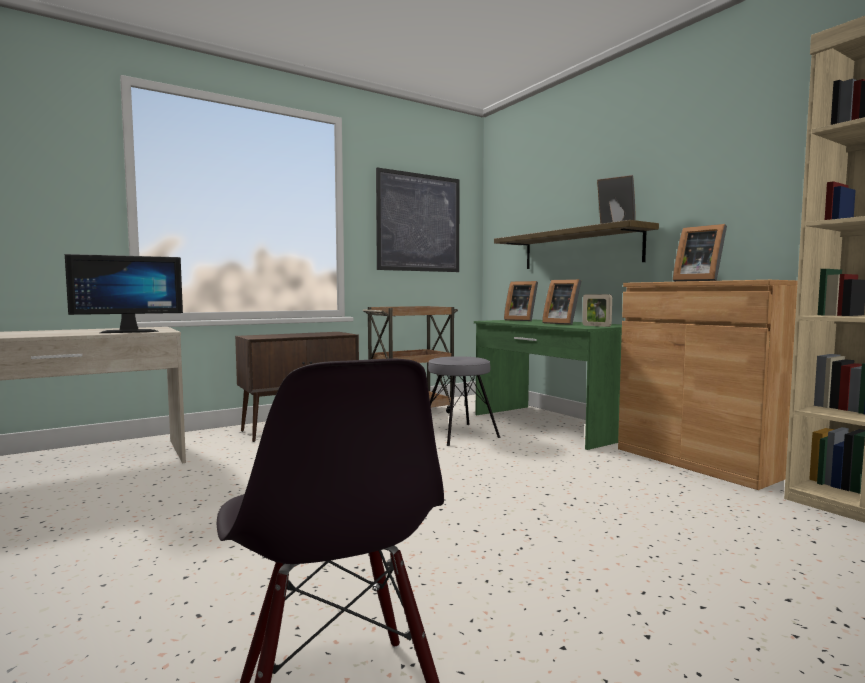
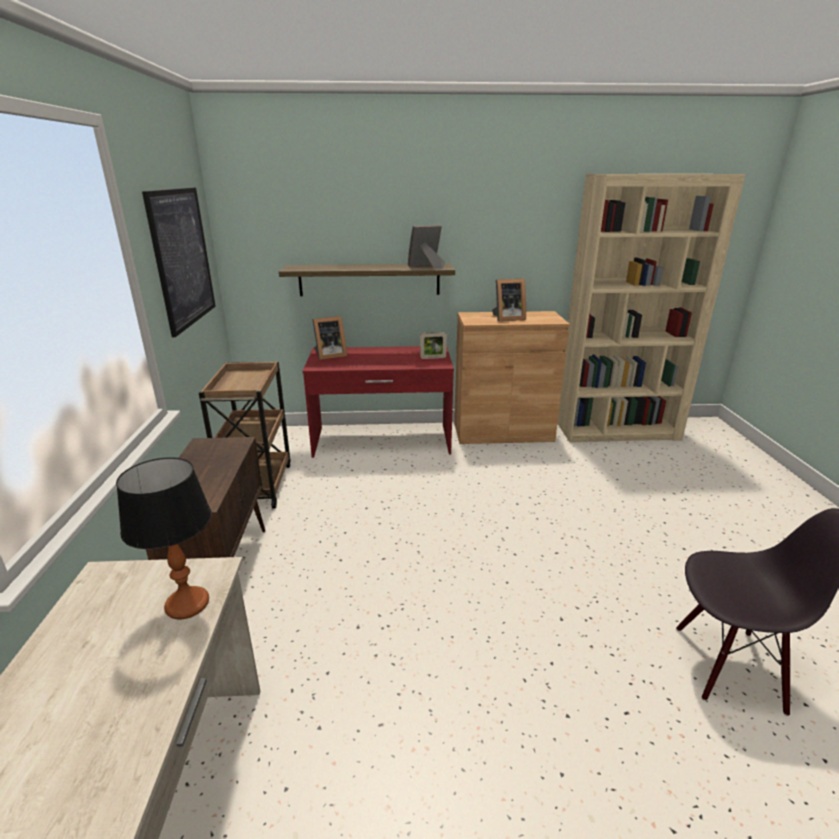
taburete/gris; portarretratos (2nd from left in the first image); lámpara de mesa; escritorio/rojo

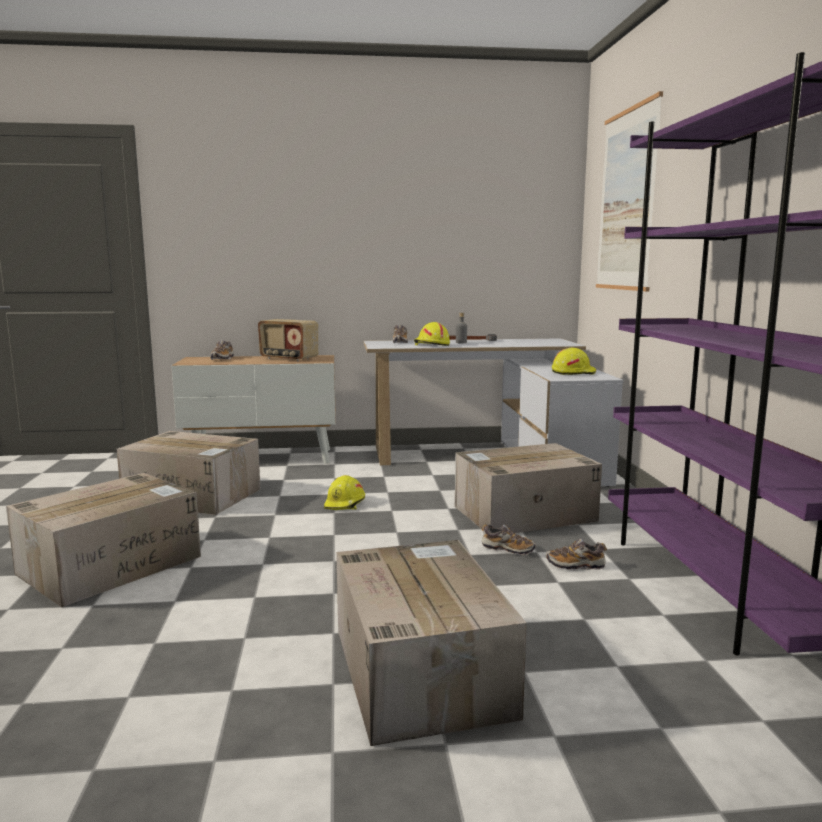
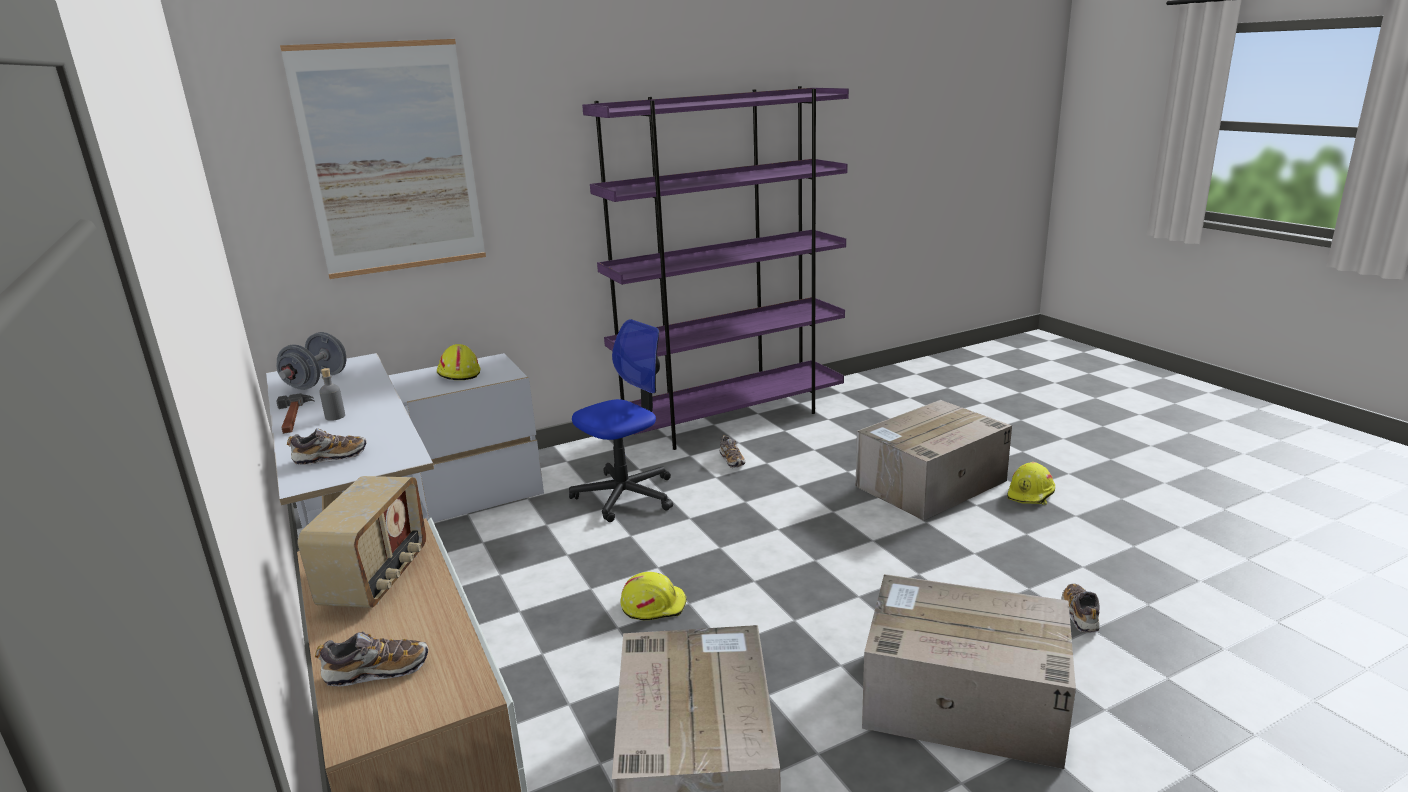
mancuerna/gris; casco/amarillo (3rd from left); zapato (4th from left); silla de oficina

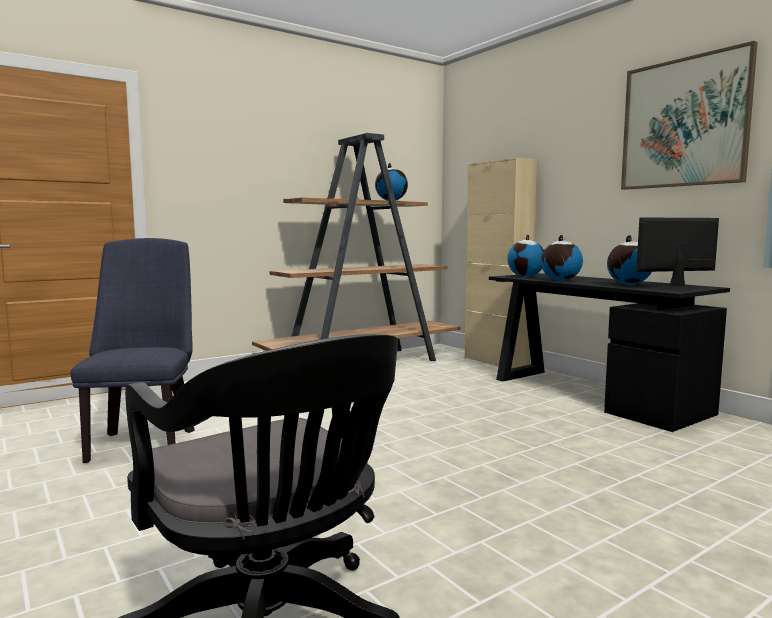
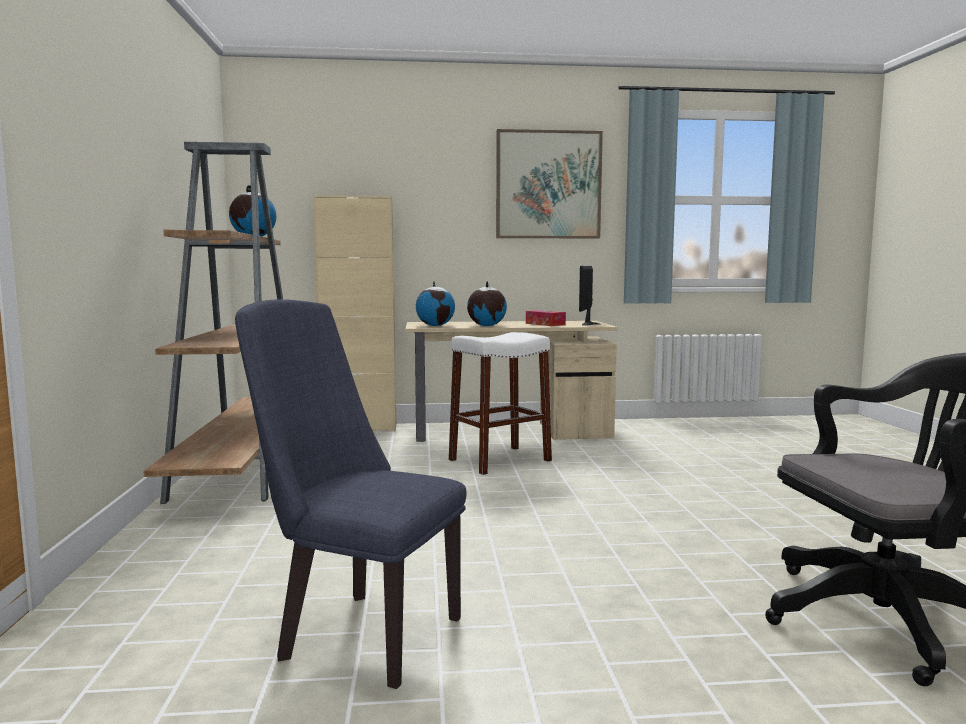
taburete/blanco; caja de pañuelos; escritorio/beis

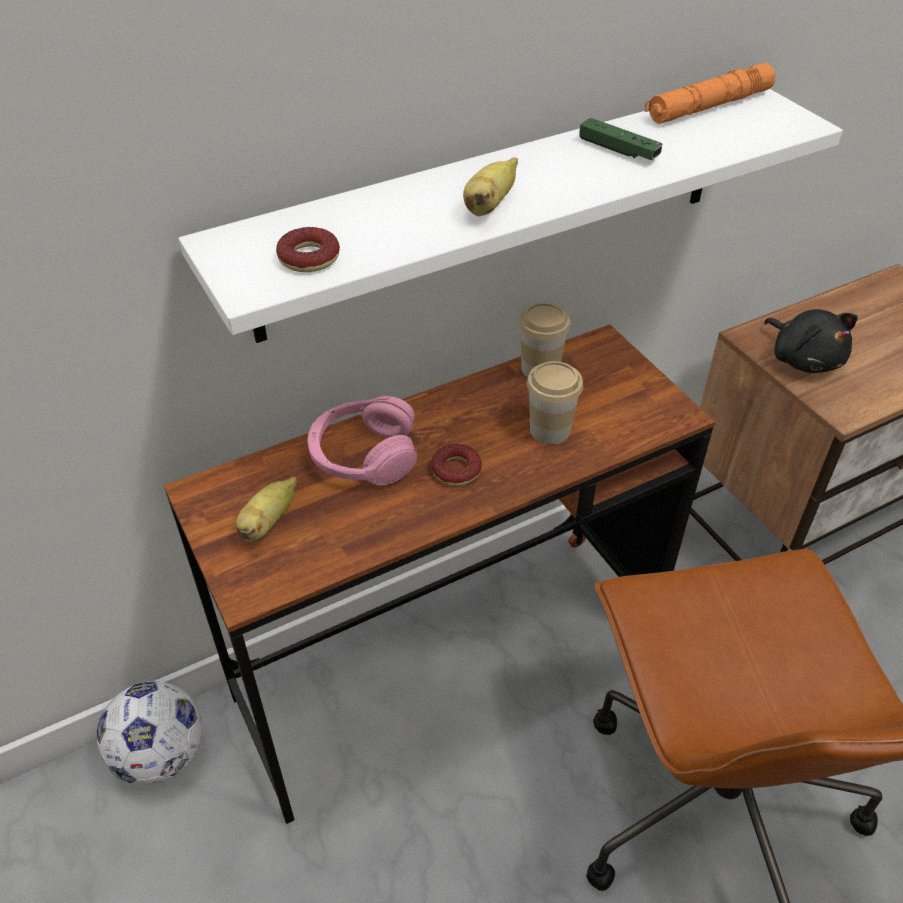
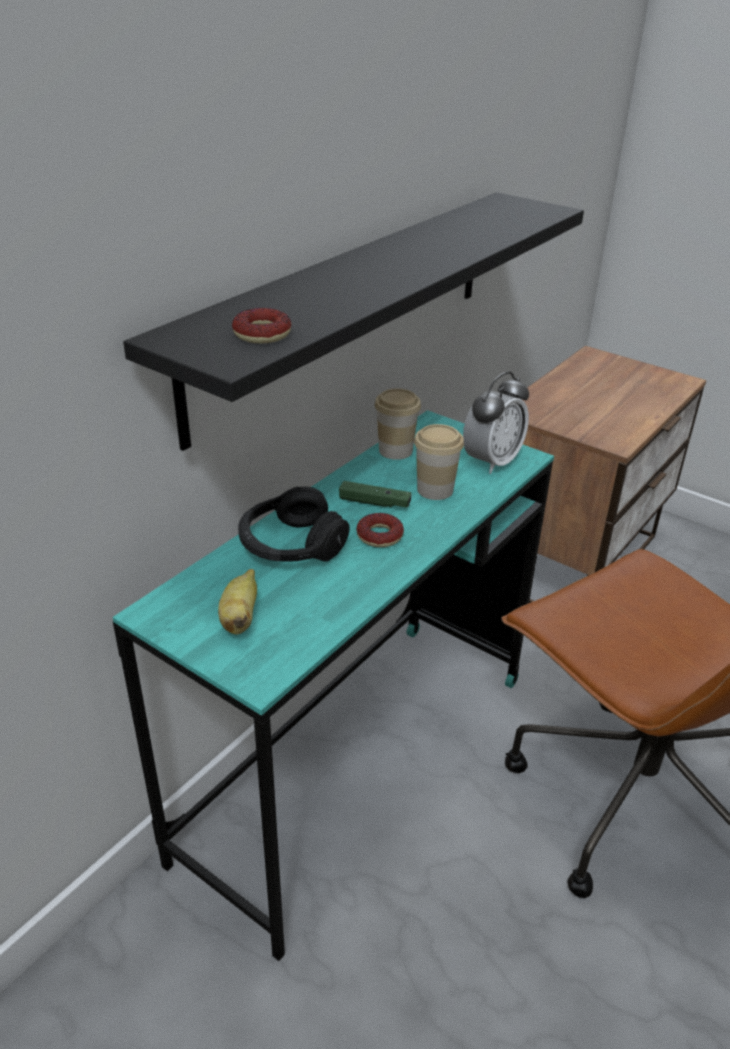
balón de fútbol; plátano (2nd from left in the first image); linterna/naranja; peluche/negro; despertador; mando de consola/verde; escritorio/turquesa; estante/negro; auriculares/negro

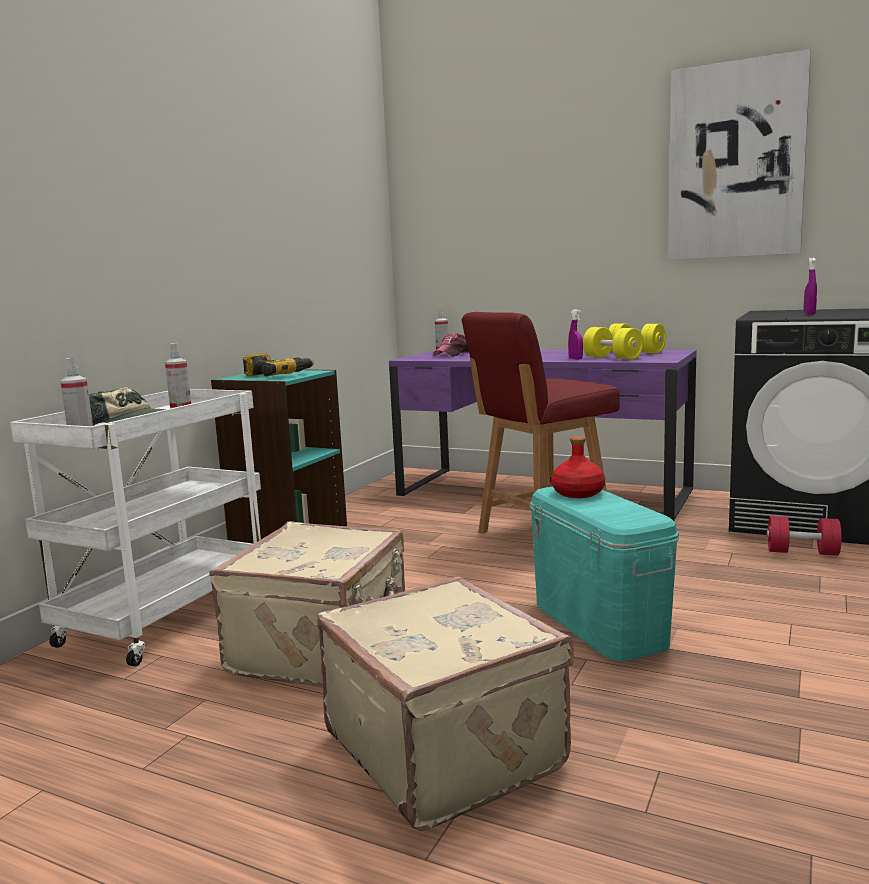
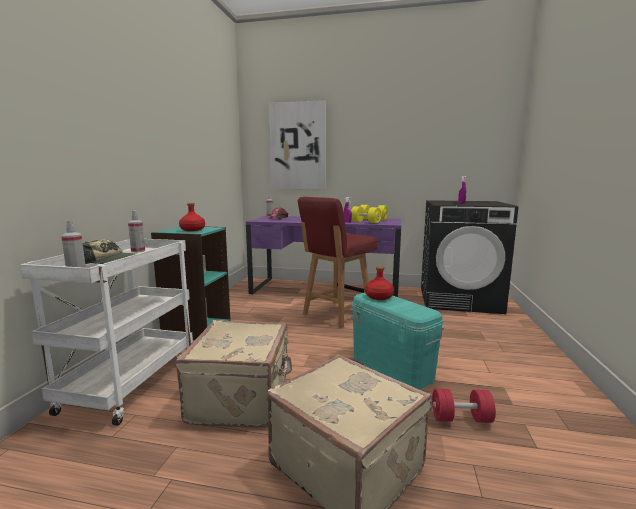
cuadro; mancuerna/rojo; botella/rojo (1st from left)

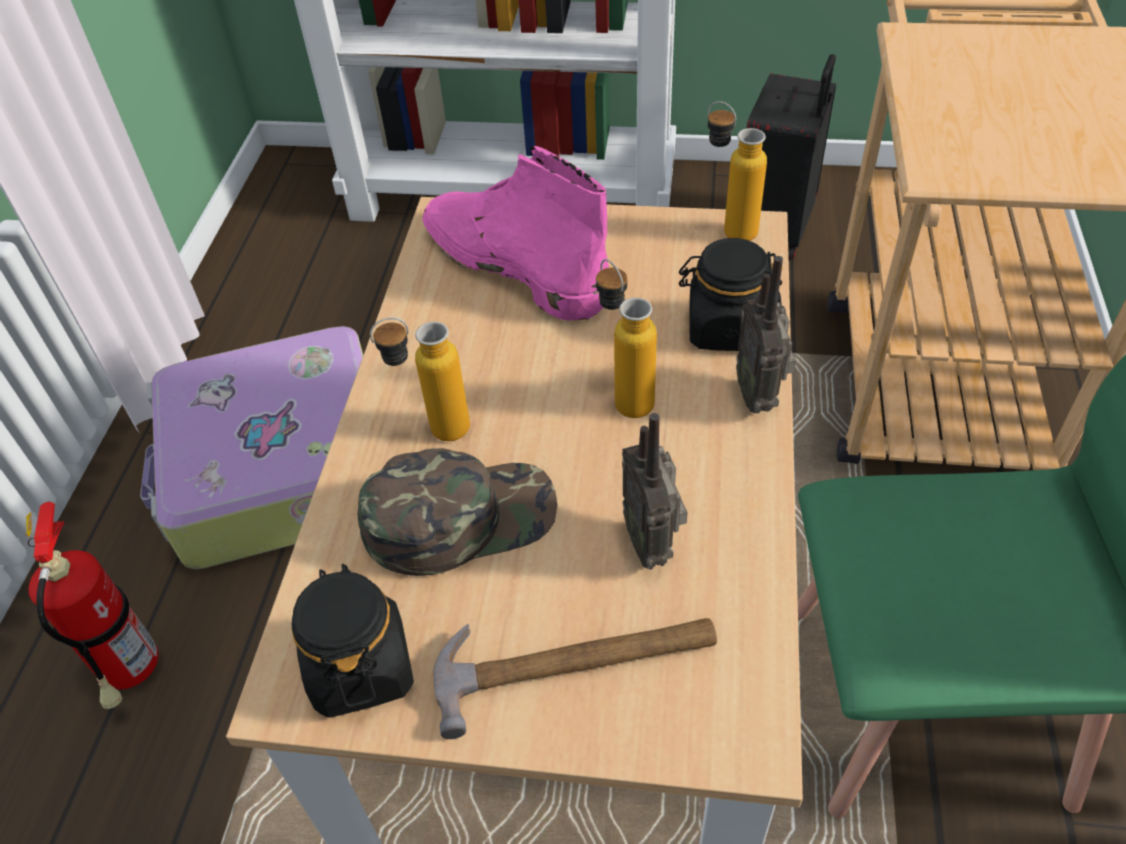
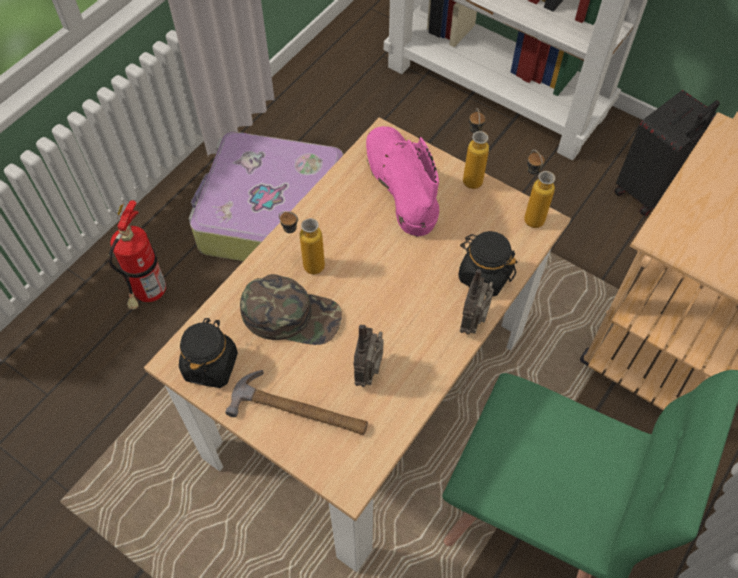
botella (2nd from left)

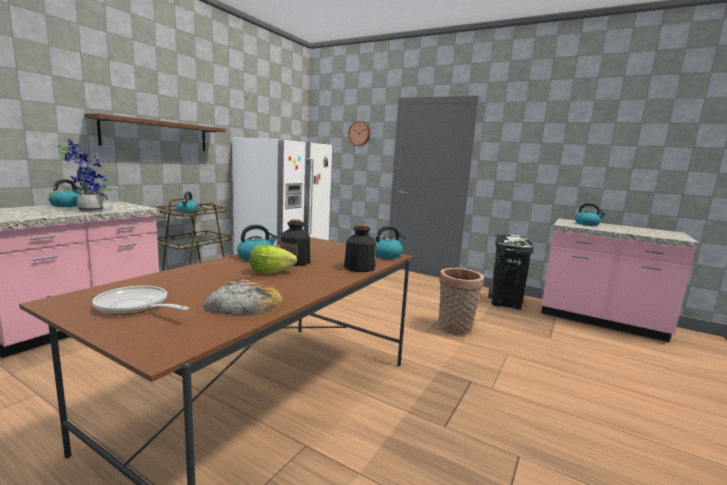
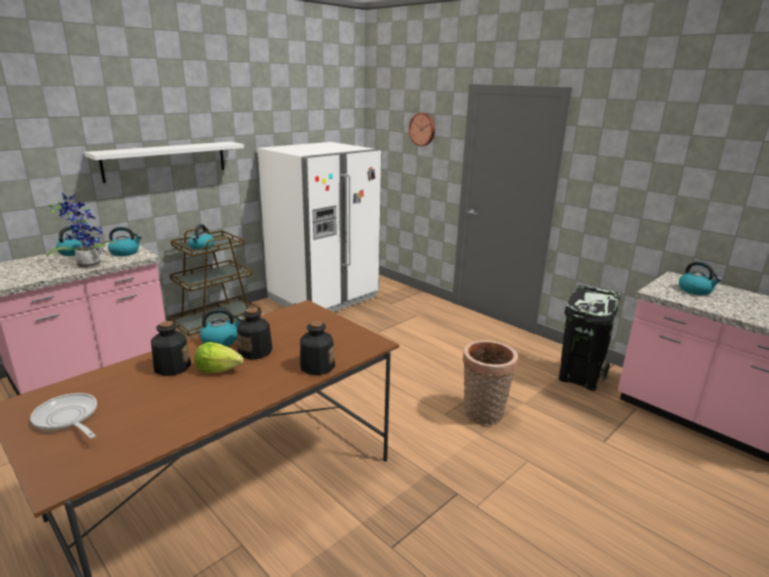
pan; botella (1st from left); hervidor (2nd from left); estante/blanco

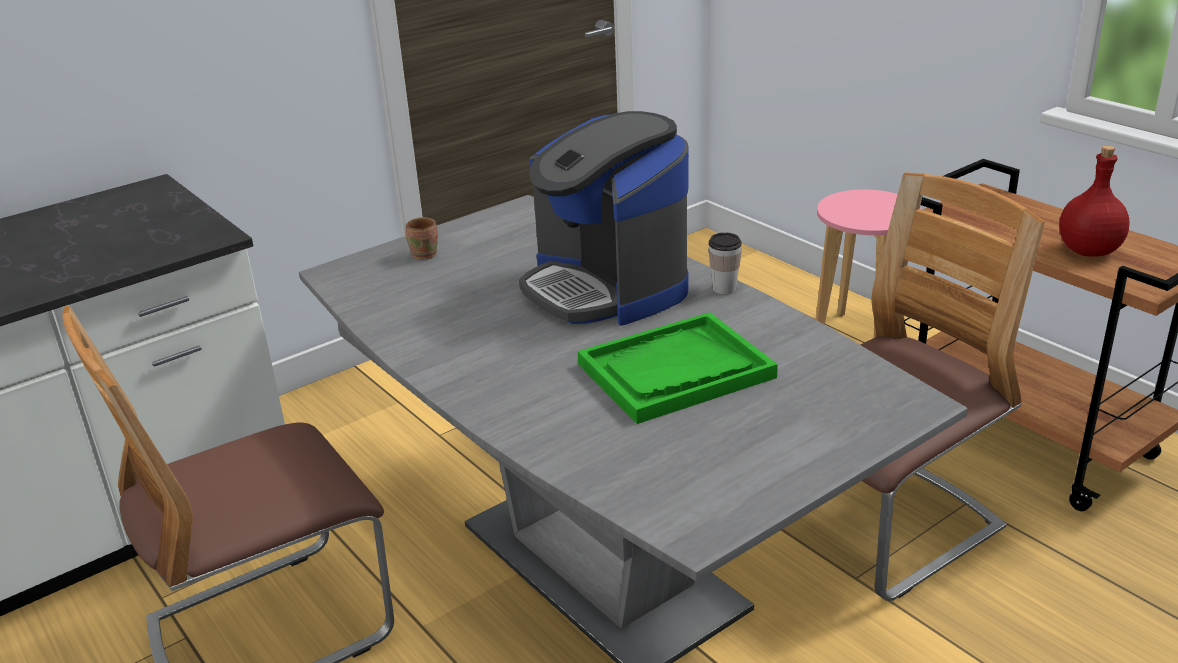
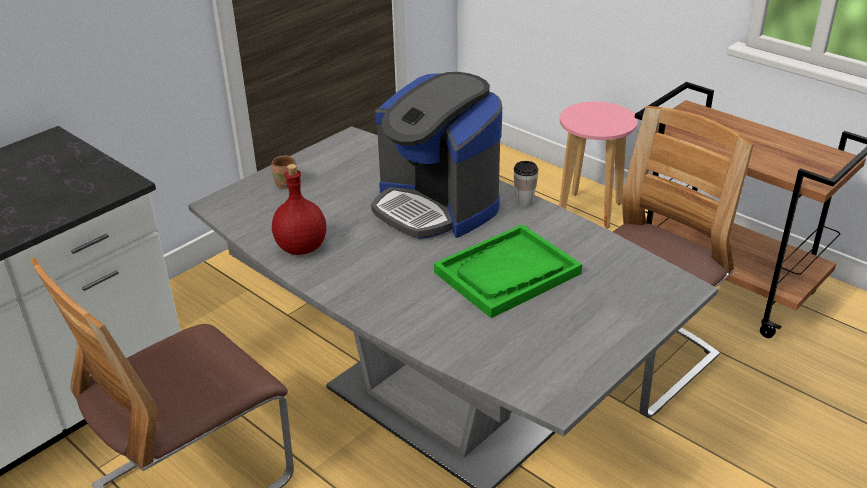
botella/rojo

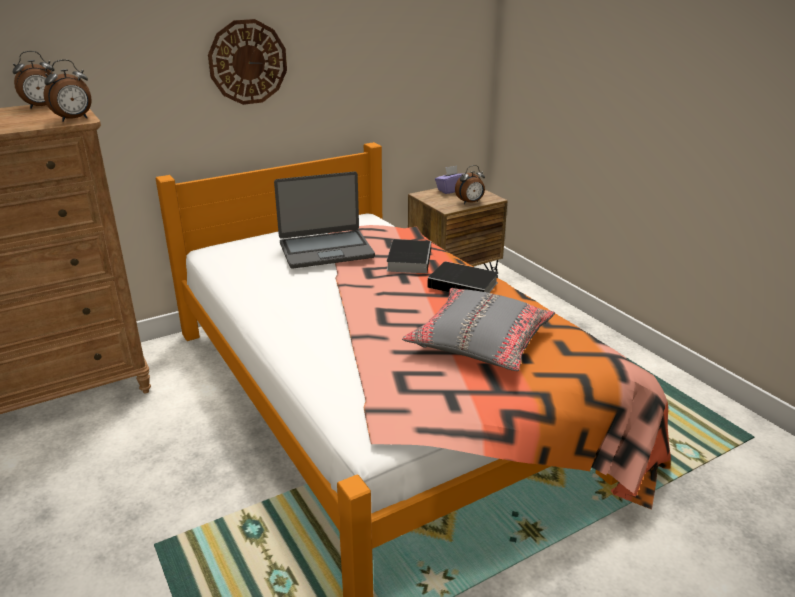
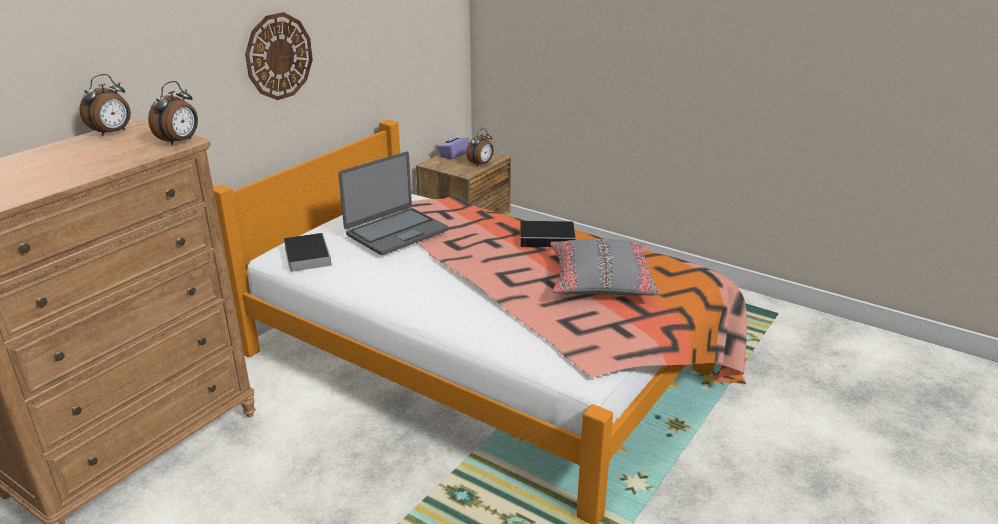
libro (1st from left)

